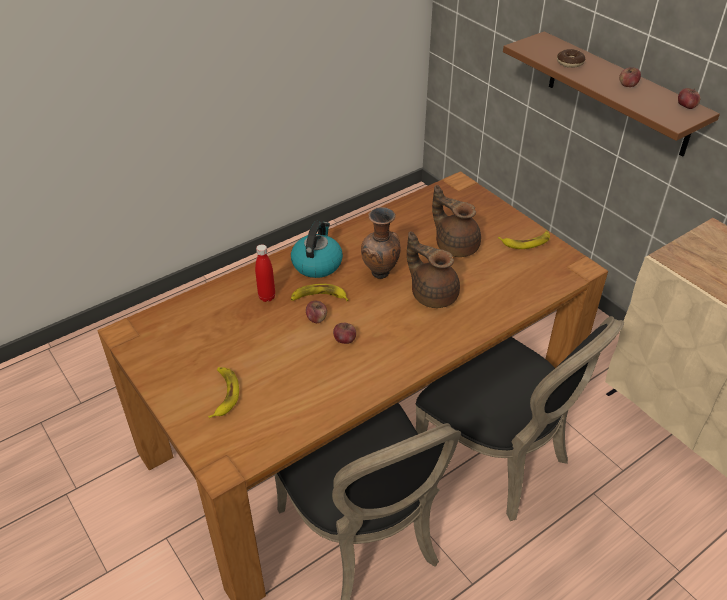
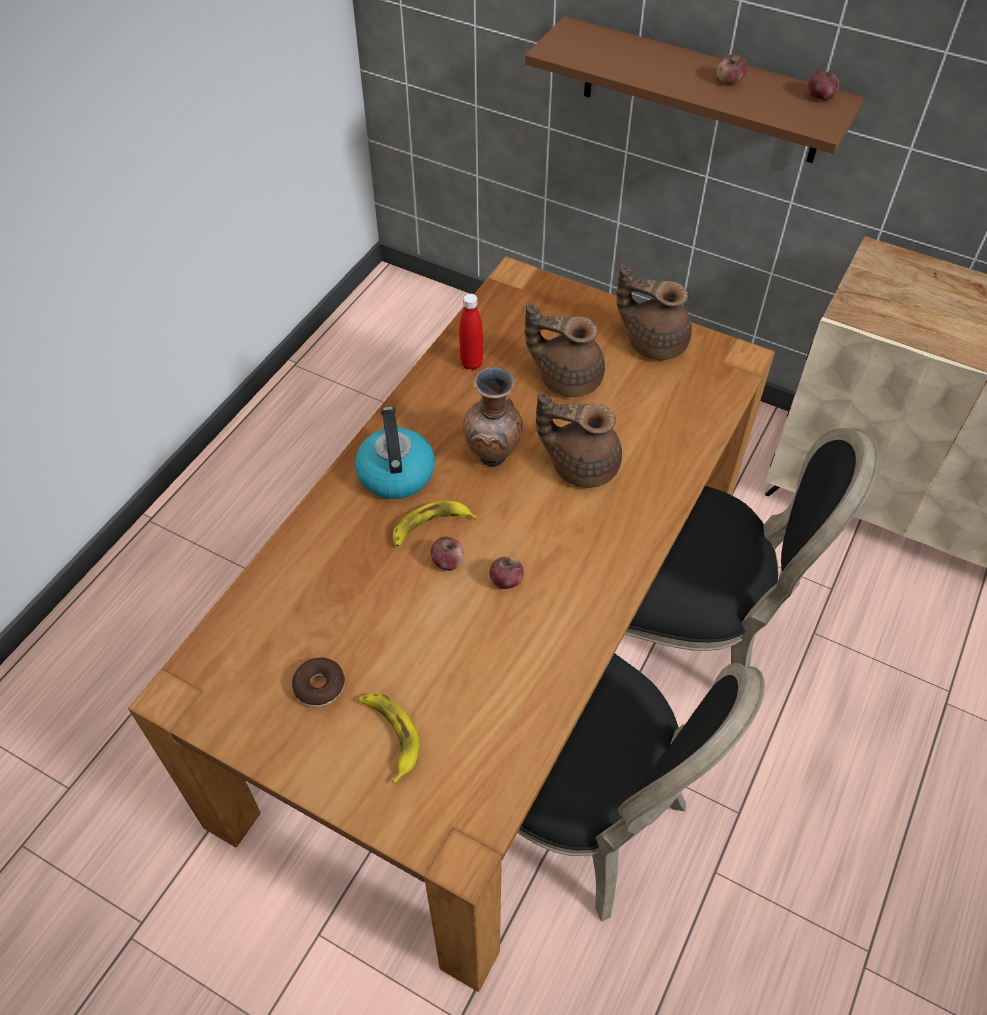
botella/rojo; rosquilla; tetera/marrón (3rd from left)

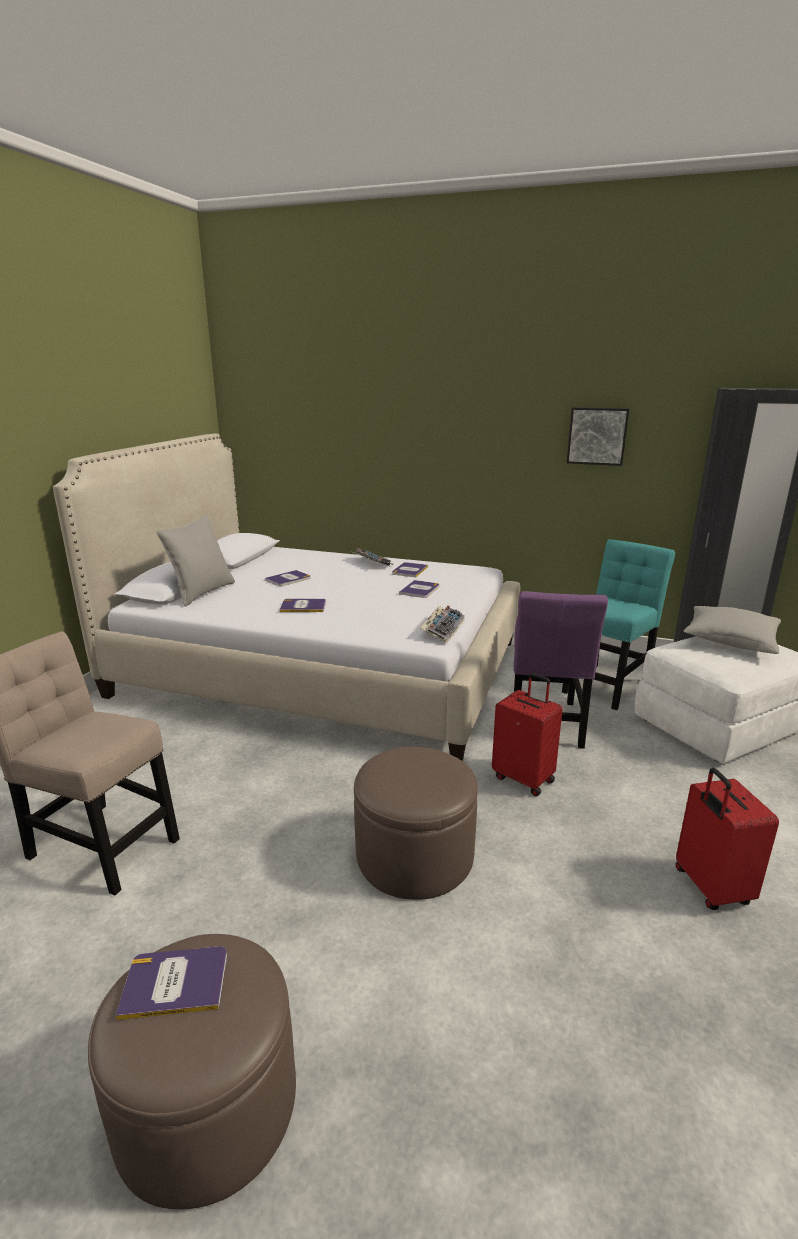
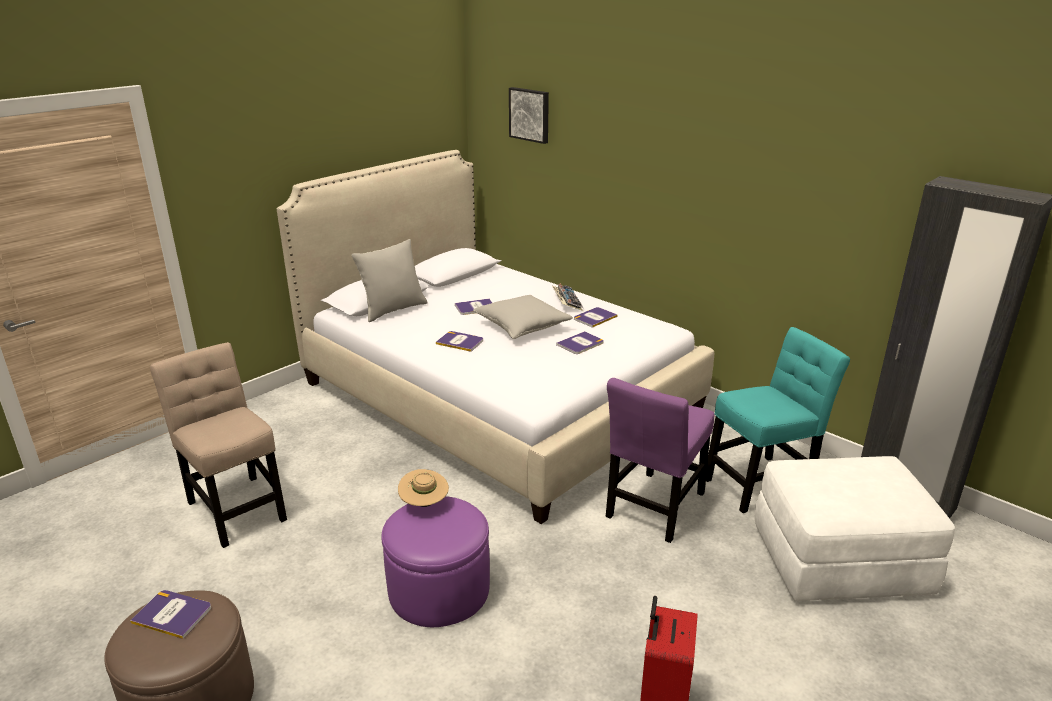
teclado (2nd from left in the first image); maleta/rojo (1st from left in the first image); sombrero/beis; cuadro; cojín/gris (2nd from left); puf/morado

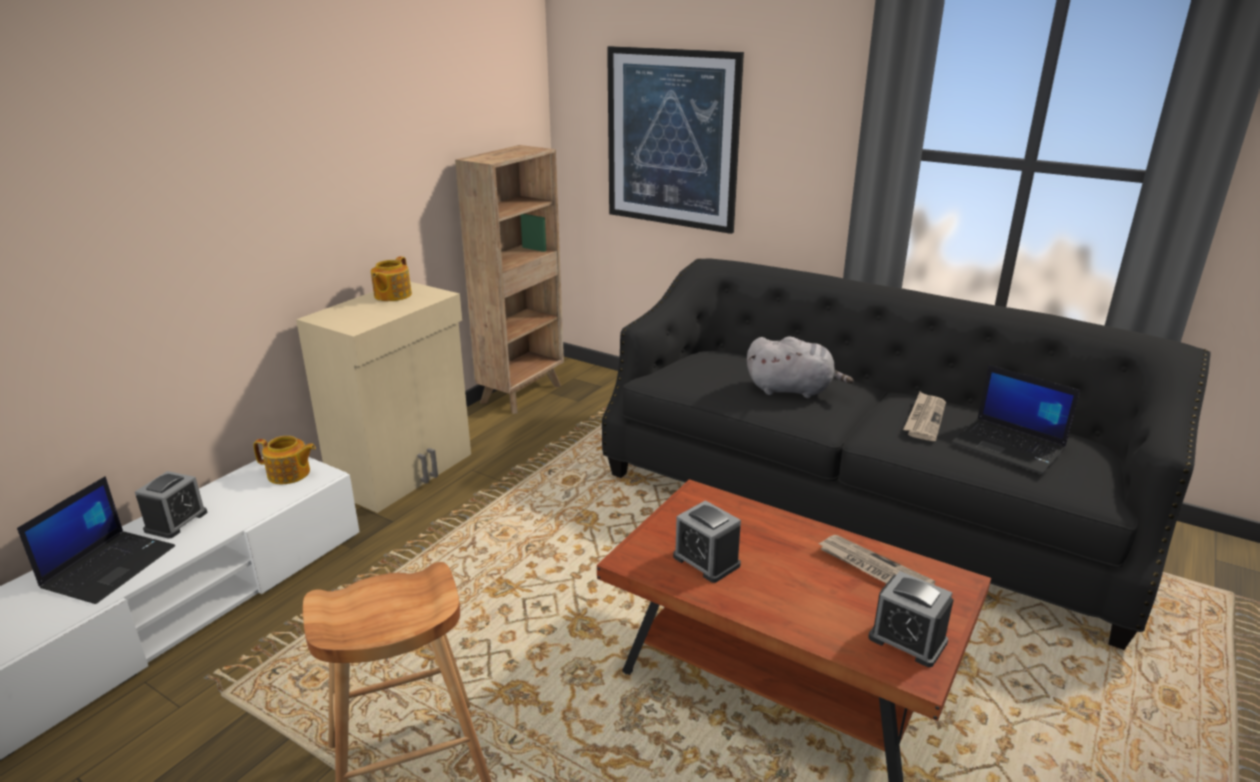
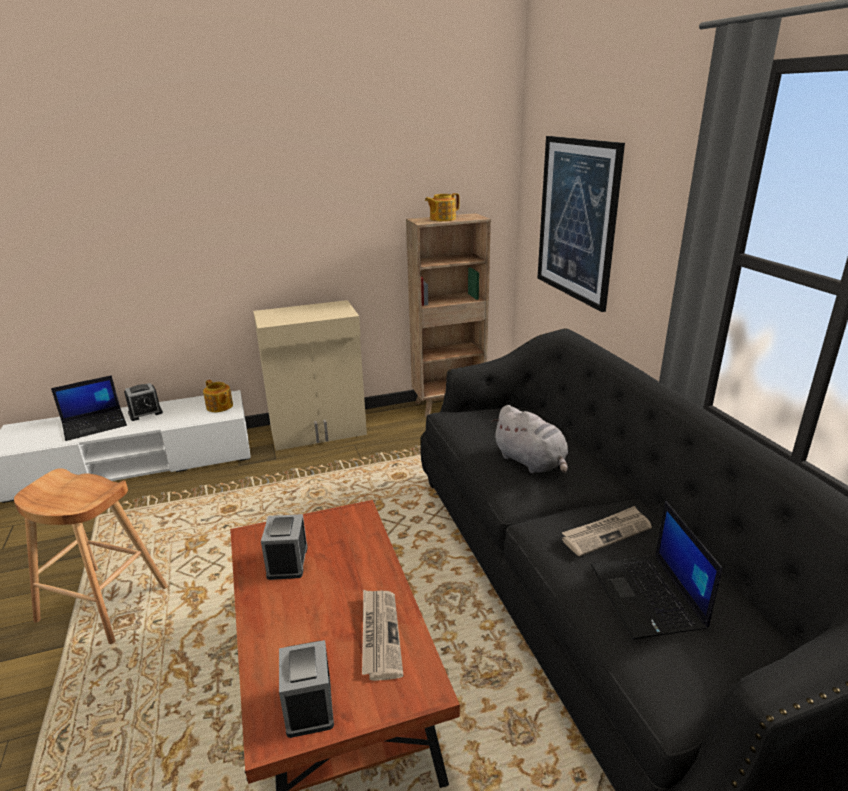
tetera (2nd from left)

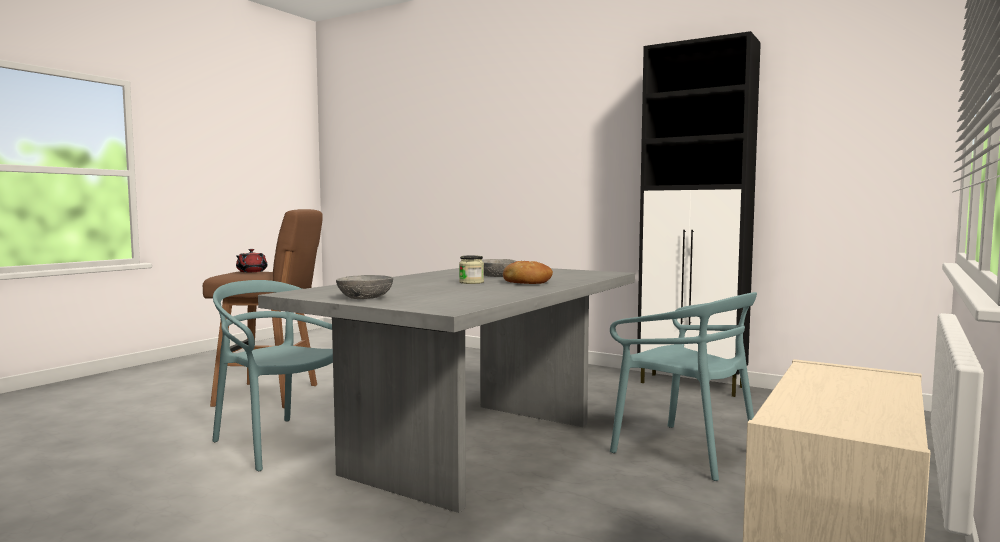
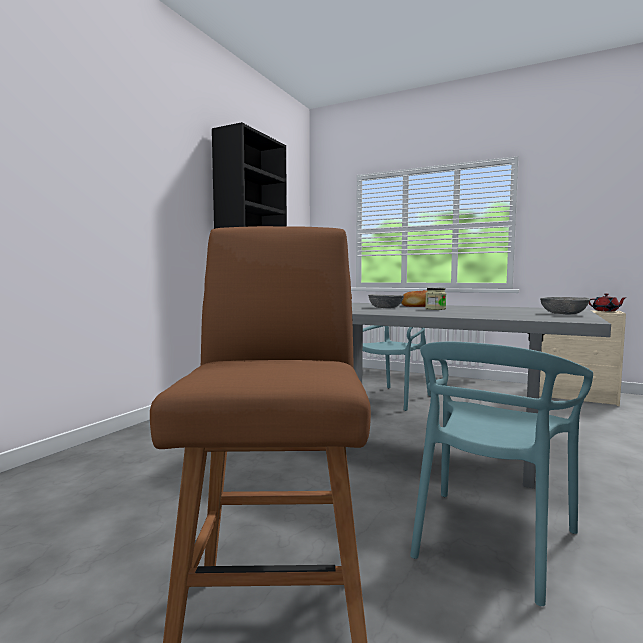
tetera/rojo

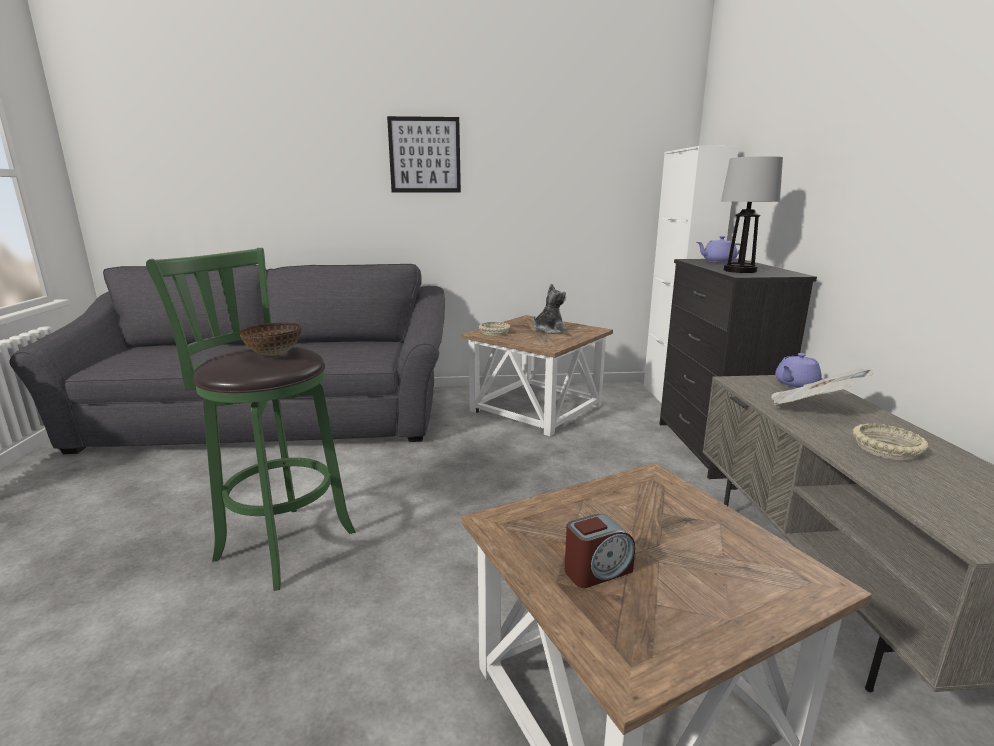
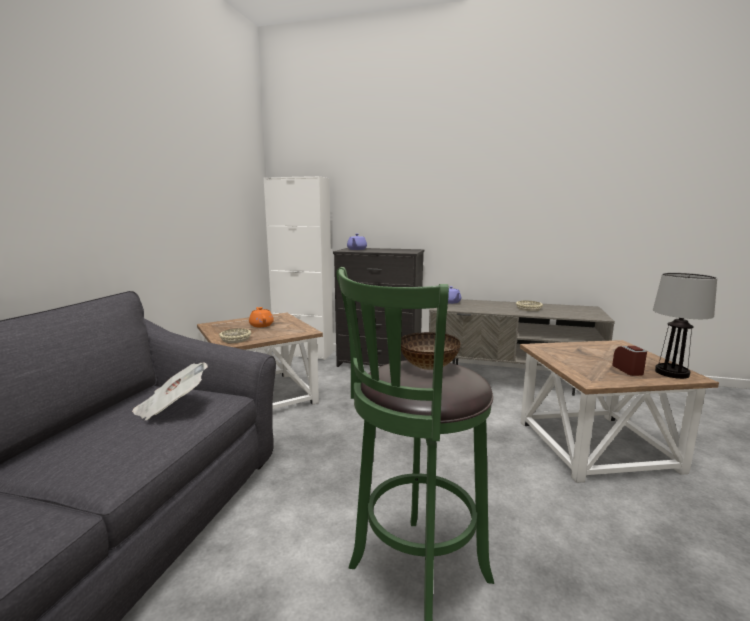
cuadro; lámpara de mesa; periódico; tetera/naranja

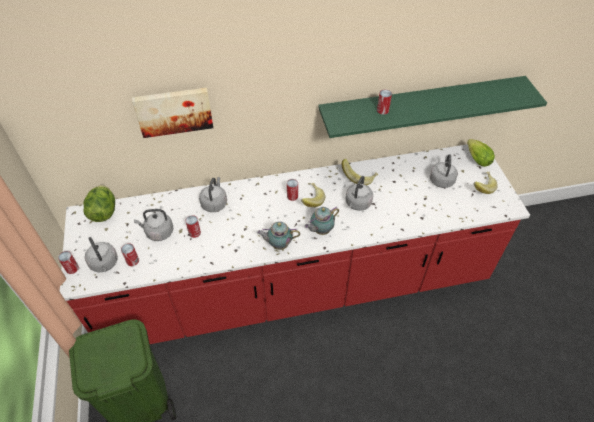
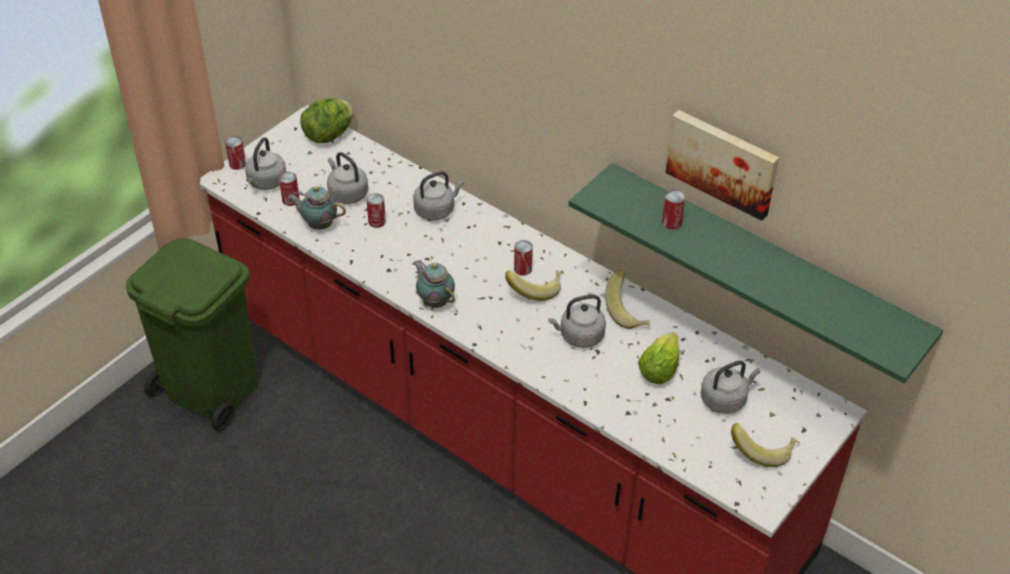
cuadro; tetera (1st from left); lechuga (2nd from left)

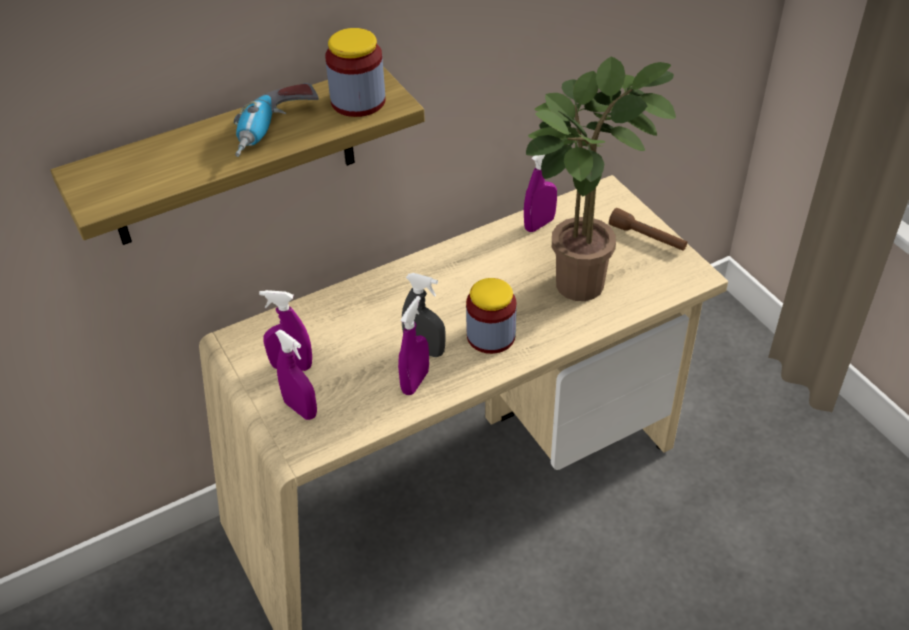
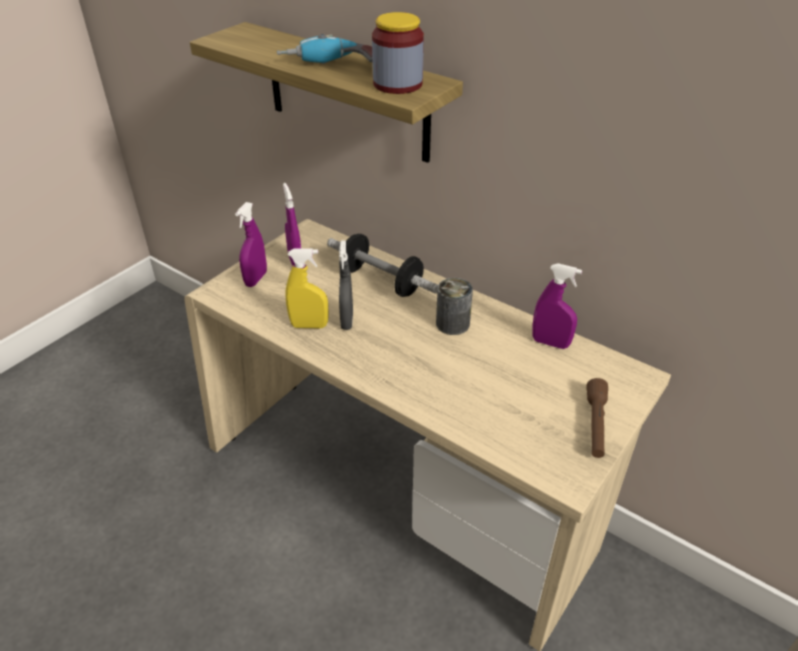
tarro (2nd from left in the first image); planta en maceta; mancuerna; lata; pulverizador/amarillo

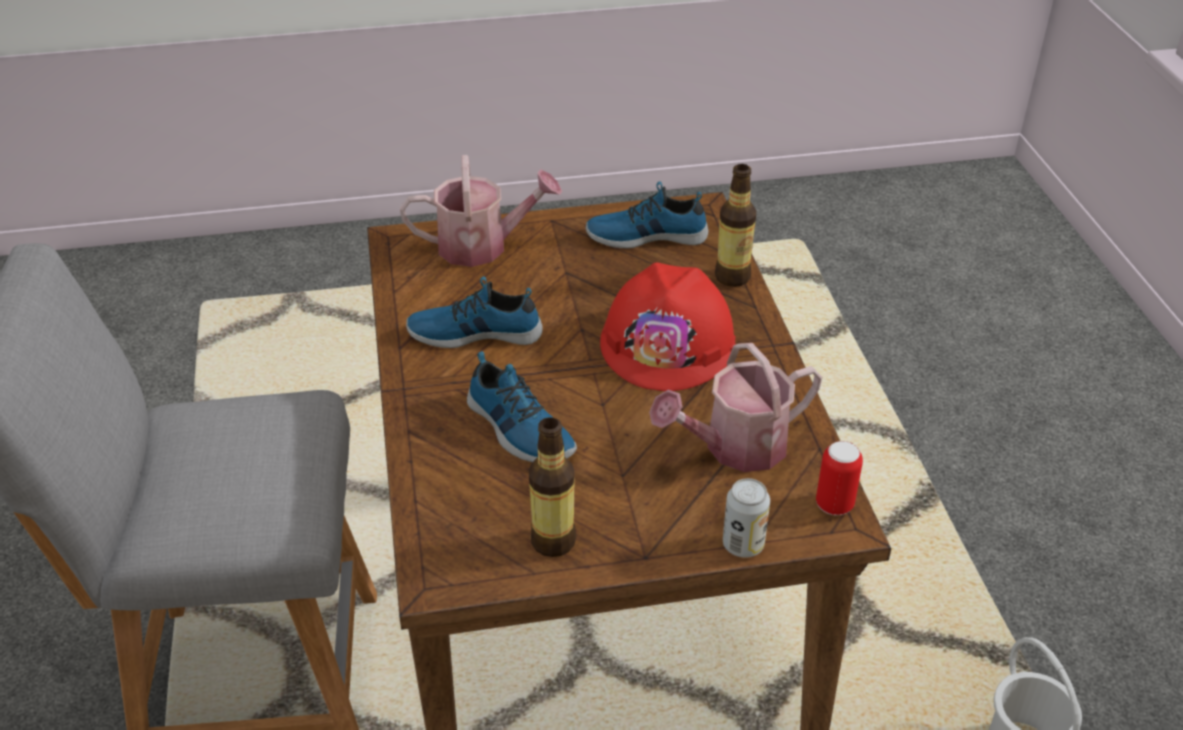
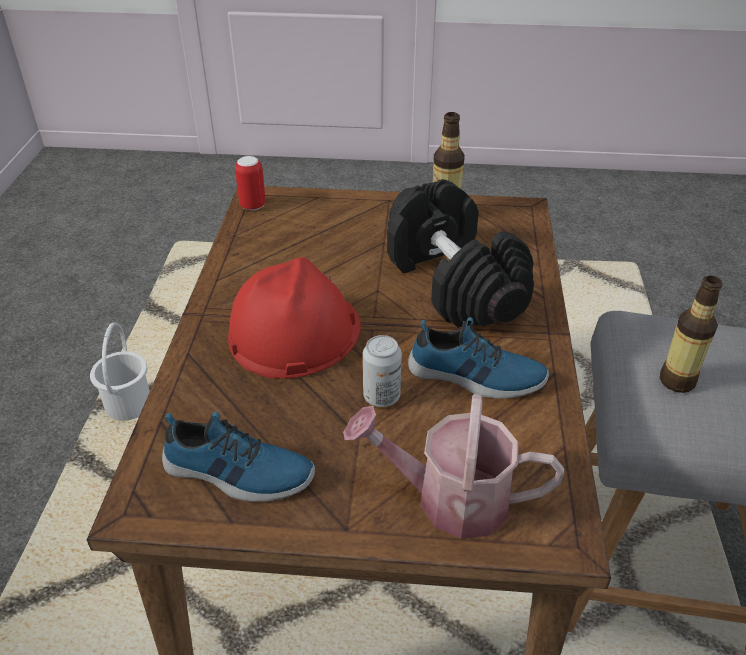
regadera (2nd from left in the first image); botella (2nd from left); lata (2nd from left); mancuerna/negro

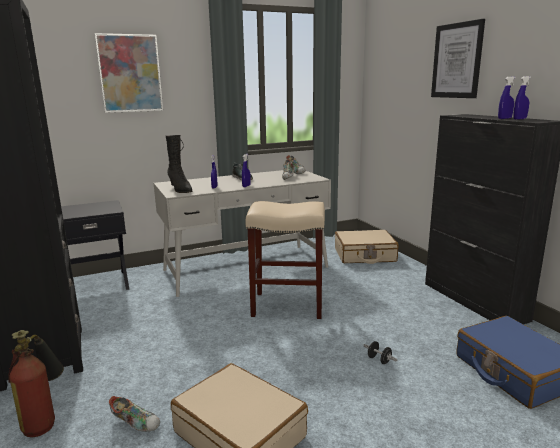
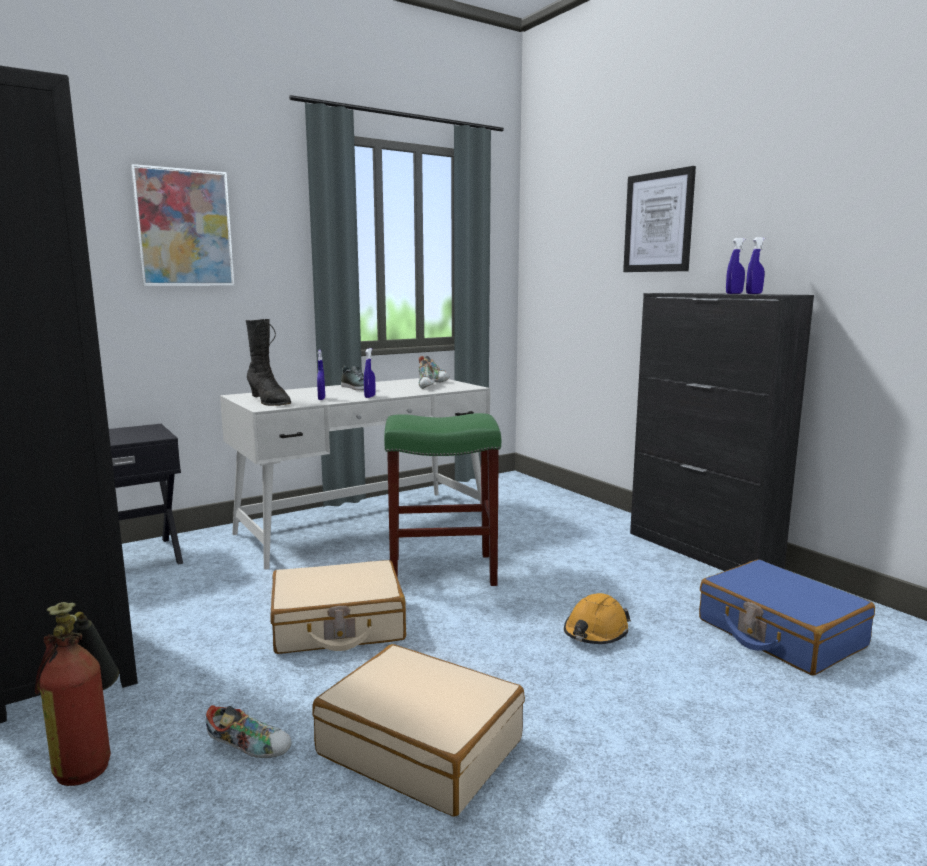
maleta/beis (1st from left); casco/naranja; taburete/verde

